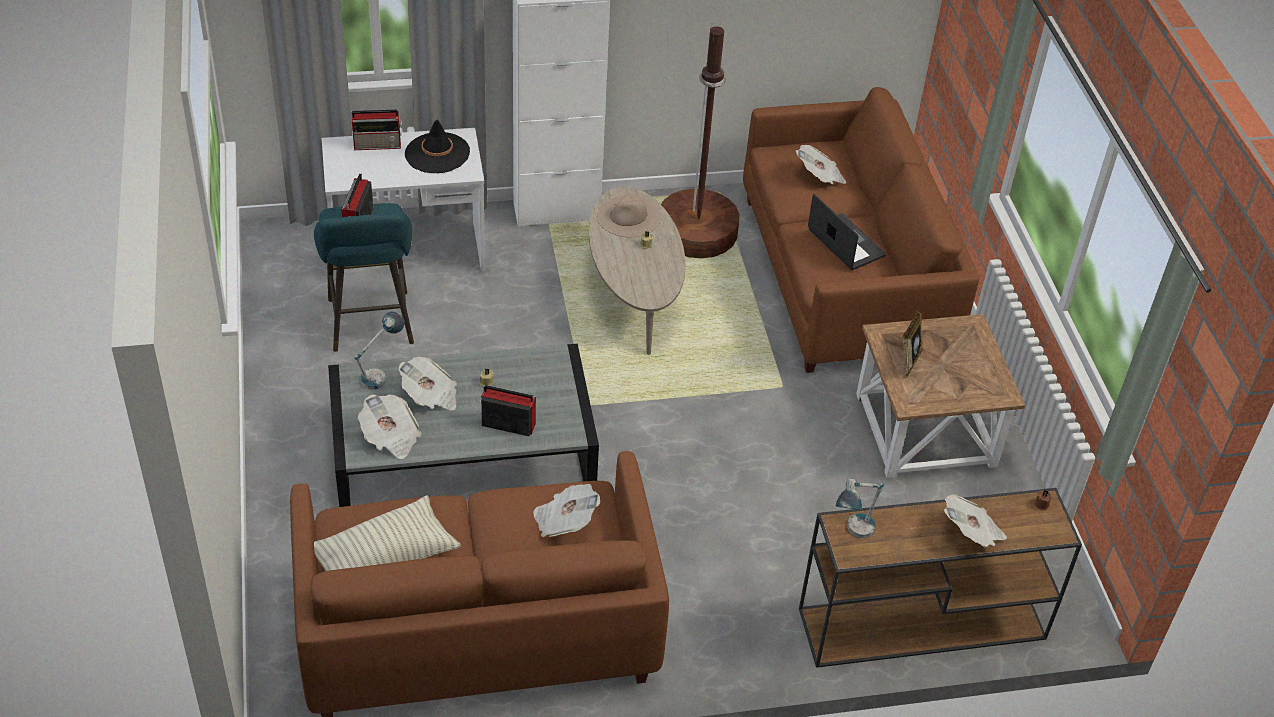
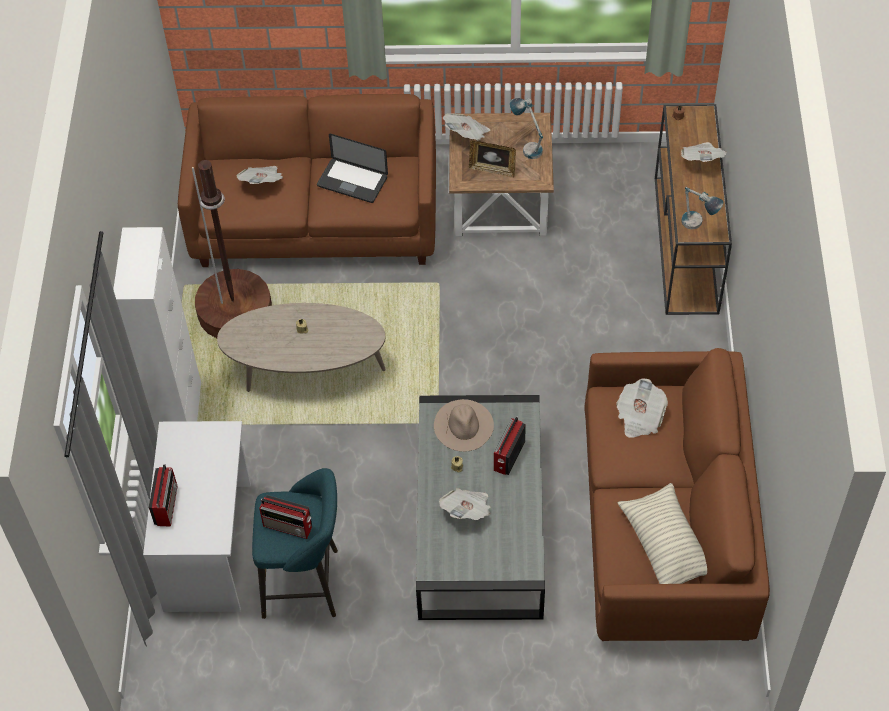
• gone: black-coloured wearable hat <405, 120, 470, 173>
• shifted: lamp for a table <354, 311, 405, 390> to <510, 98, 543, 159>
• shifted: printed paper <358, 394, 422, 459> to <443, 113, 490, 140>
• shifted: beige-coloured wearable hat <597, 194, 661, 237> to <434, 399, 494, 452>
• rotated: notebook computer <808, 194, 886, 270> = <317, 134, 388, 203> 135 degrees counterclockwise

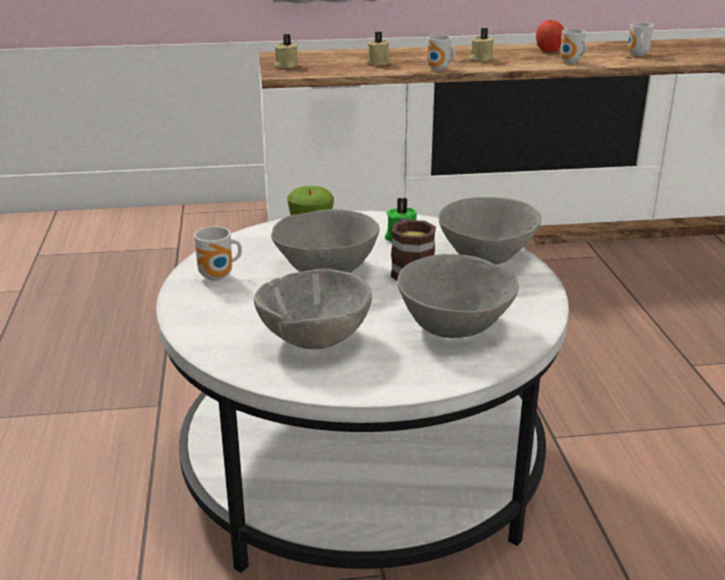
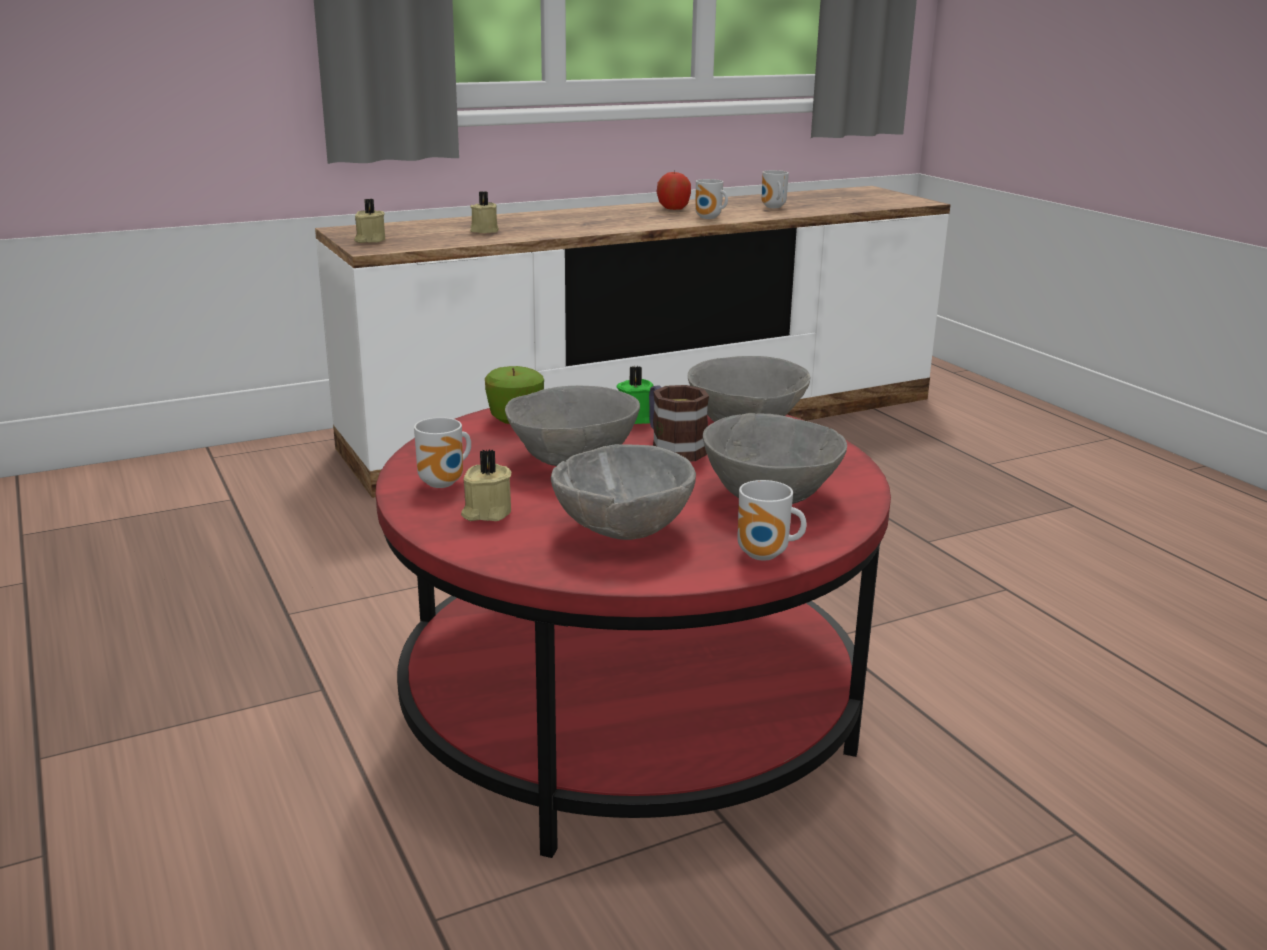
• shifted: coffee mug <427, 35, 455, 71> to <737, 480, 807, 560>
• shifted: beige-coloured wax light <469, 28, 494, 61> to <461, 449, 511, 521>
• repainted: white-coloured lounge table <156, 211, 569, 573> to red lounge table <376, 408, 891, 858>

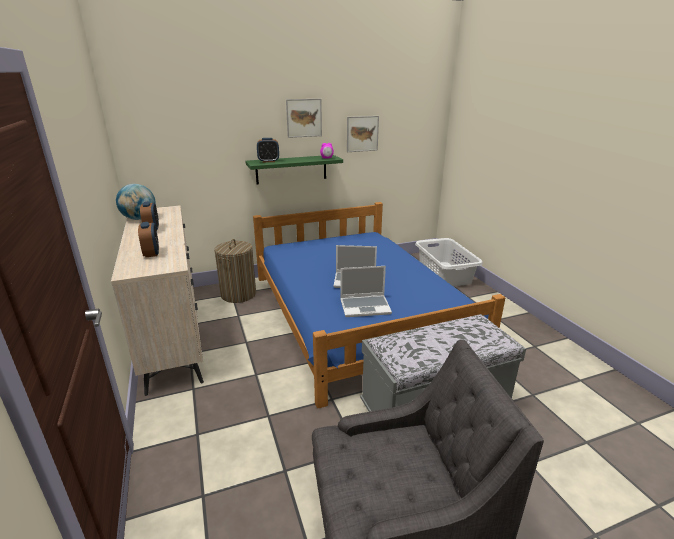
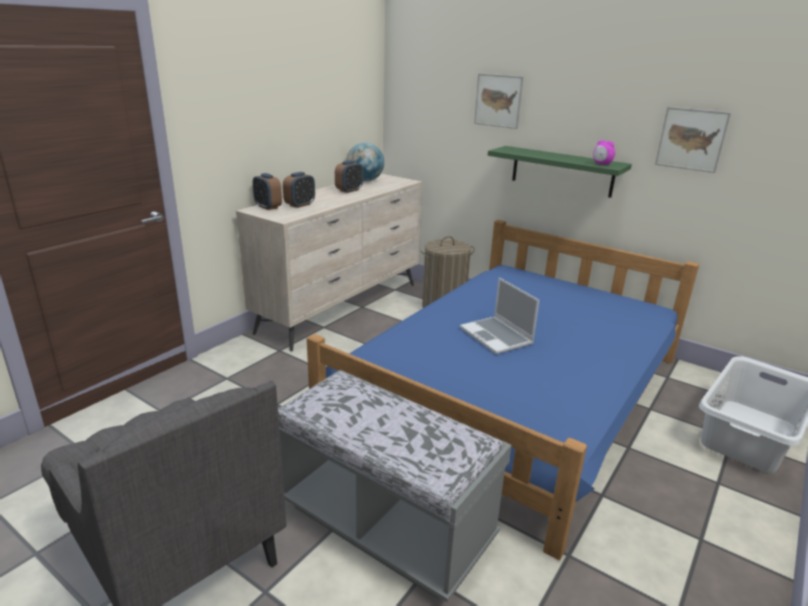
• gone: notebook computer <340, 266, 392, 317>
• shifted: table clock <257, 138, 279, 162> to <253, 173, 282, 210>
• shifted: wall picture <286, 99, 322, 138> to <474, 73, 524, 129>

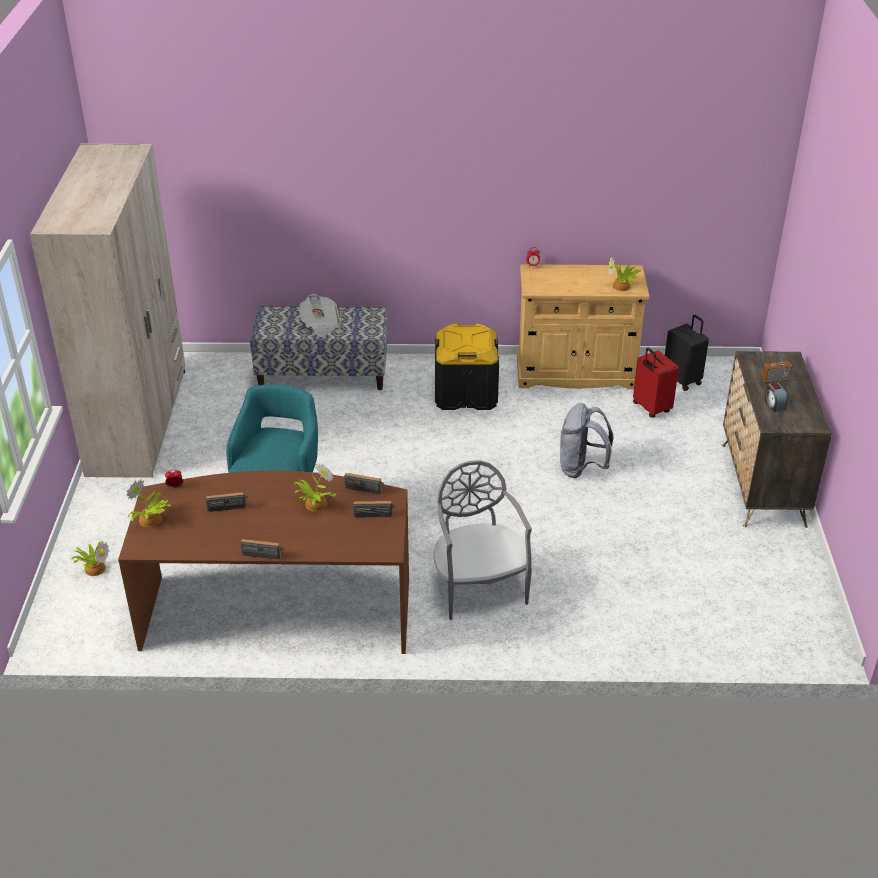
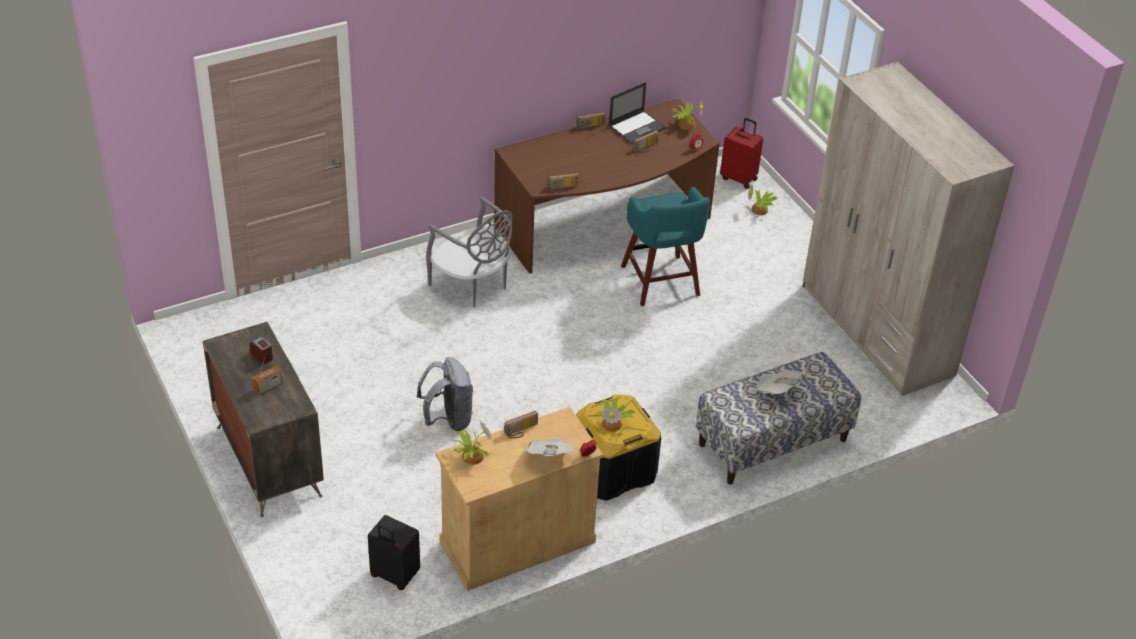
• new: printed paper <525, 437, 576, 456>
• new: notebook computer <608, 82, 666, 144>
• shifted: plant in a pot <294, 464, 336, 512> to <594, 397, 636, 432>
• shifted: radio set <353, 501, 395, 518> to <504, 411, 538, 438>
• shifted: red piece of luggage <633, 348, 679, 418> to <720, 118, 763, 189>

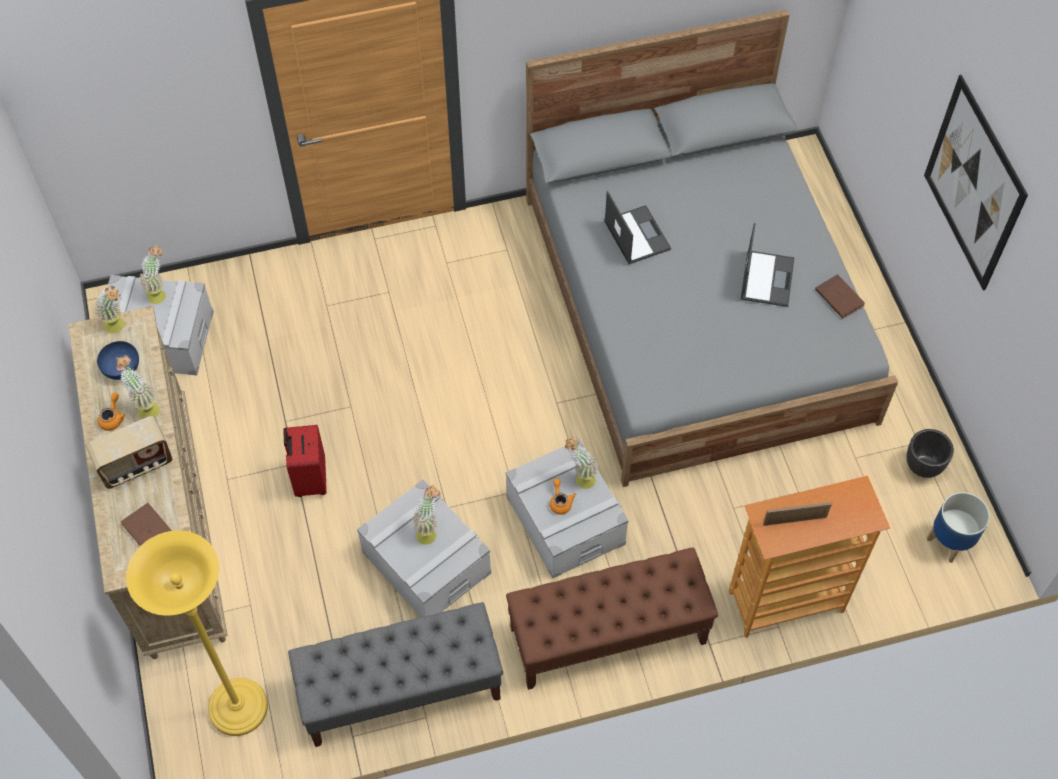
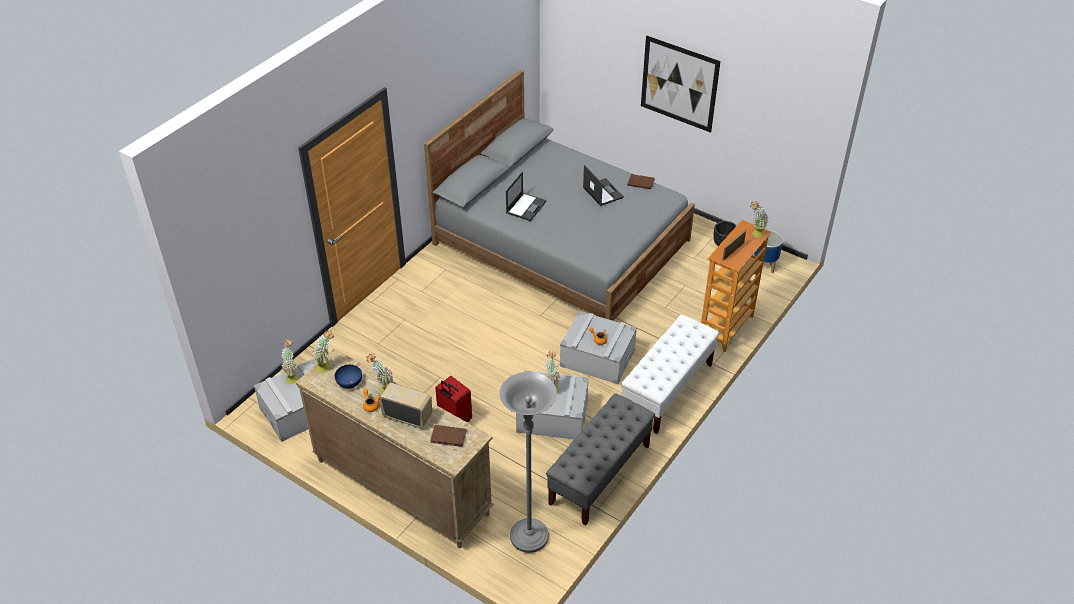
• shifted: plant in a pot <565, 437, 599, 489> to <750, 201, 768, 238>
• repainted: yellowish standing lamp <126, 530, 268, 736> to gray standing lamp <499, 372, 557, 553>
• repainted: brown-coloured long seat <506, 547, 718, 690> to white-coloured long seat <621, 315, 719, 434>
• rotated: radio set <86, 416, 172, 489> = <379, 383, 432, 428> 90 degrees counterclockwise
• rotated: notebook computer <604, 191, 671, 264> = <506, 172, 546, 221> 90 degrees clockwise

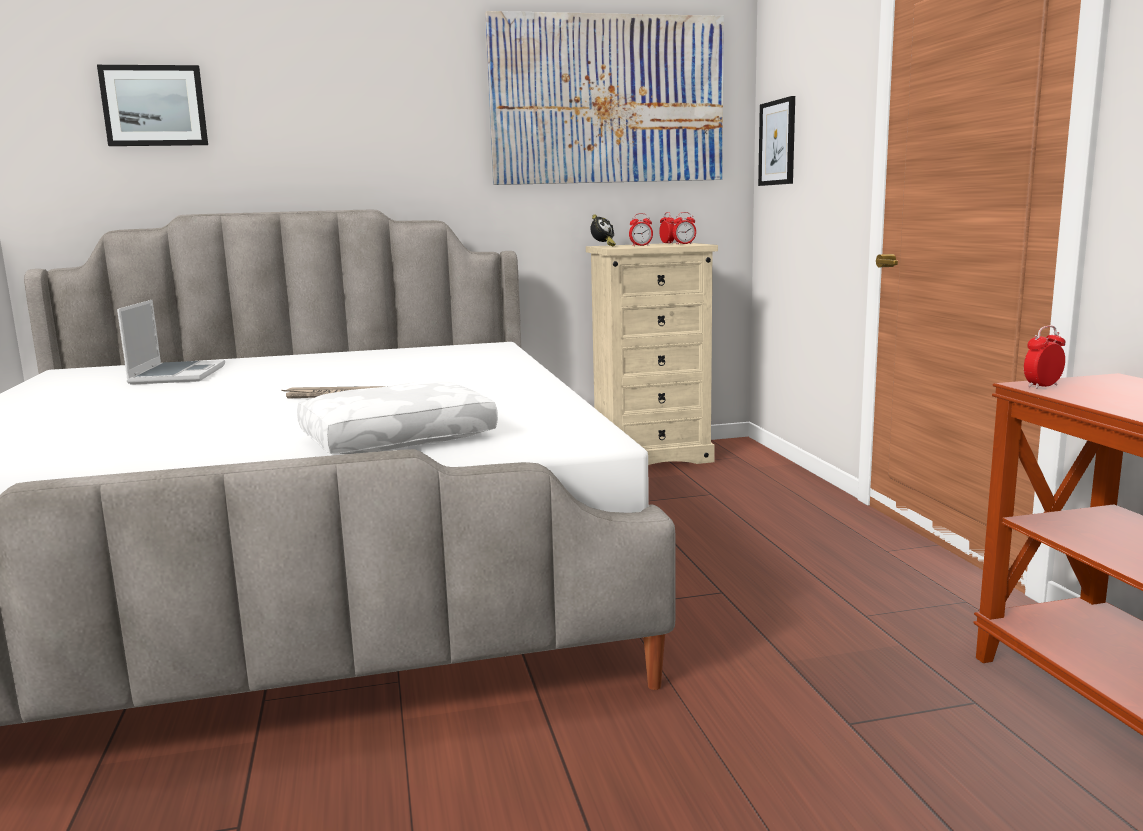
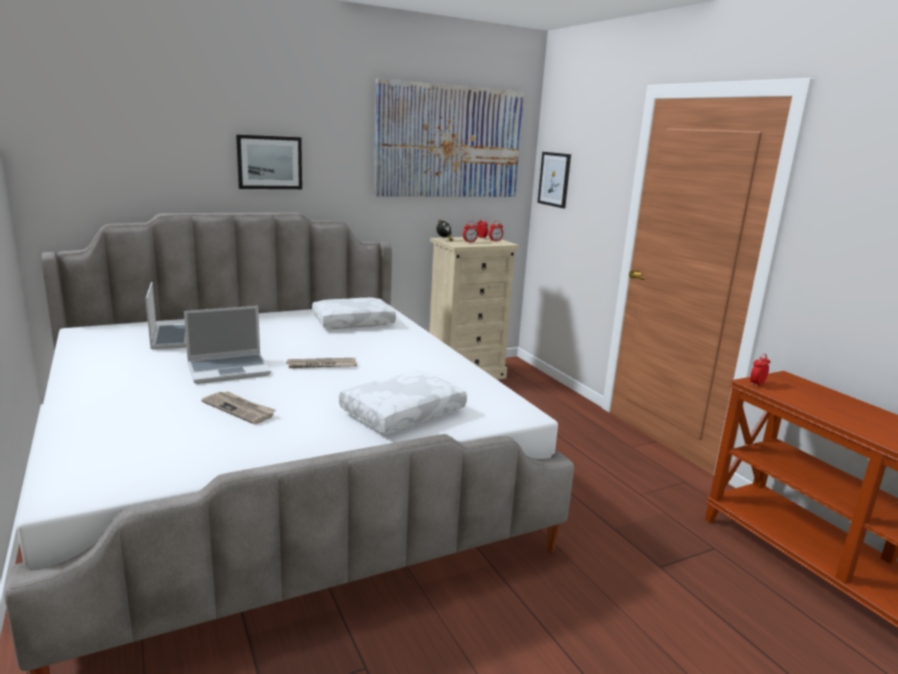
• new: notebook computer <184, 306, 271, 384>
• new: printed paper <201, 391, 276, 424>
• new: white-coloured throw pillow <312, 298, 396, 329>
• shifted: wall picture <97, 65, 208, 146> to <236, 135, 302, 189>

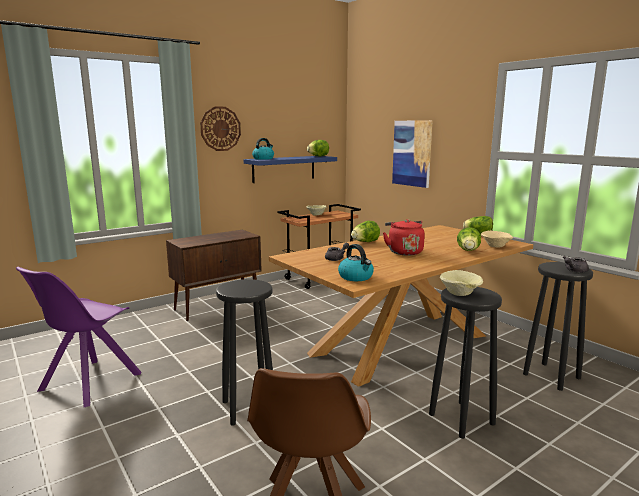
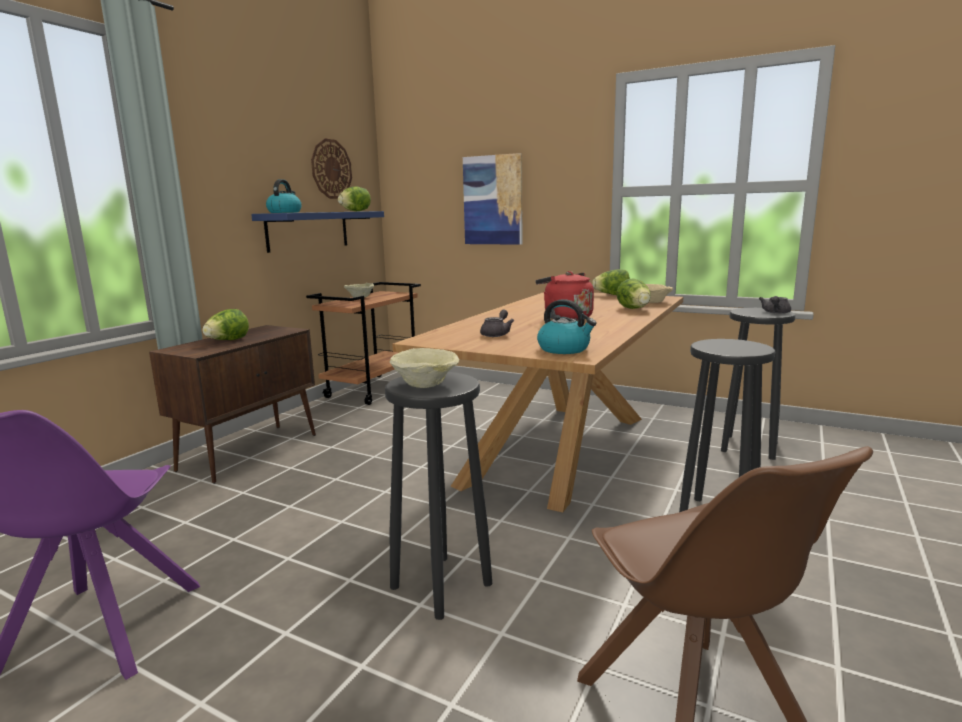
• shifted: wall clock <200, 106, 241, 151> to <311, 139, 352, 199>
• shifted: head of lettuce <351, 221, 380, 242> to <202, 309, 249, 340>
• shifted: beige-coloured deep dish <440, 270, 483, 296> to <390, 348, 459, 388>

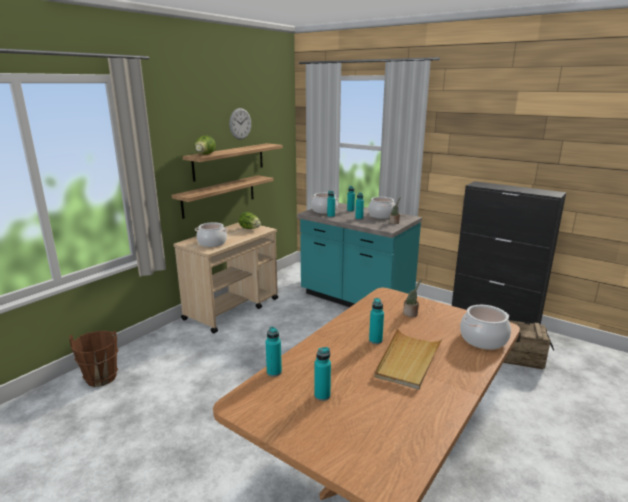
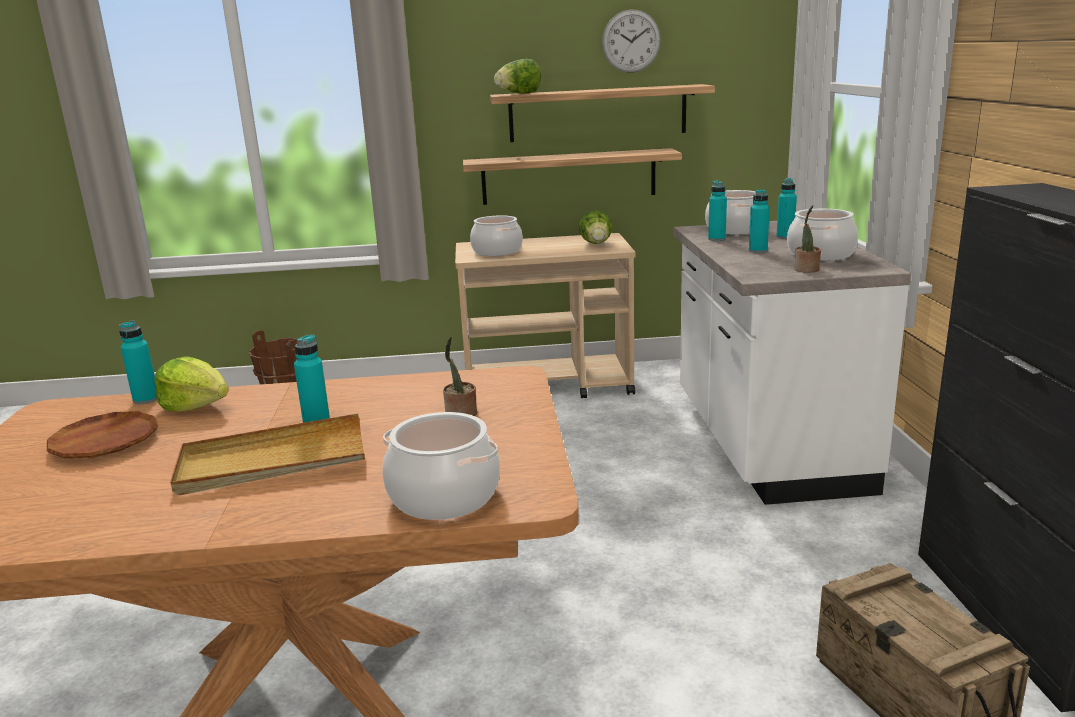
• new: head of lettuce <154, 356, 229, 412>
• swapped: turquoise-coloured bottle <314, 347, 331, 401> to brown-coloured dinner plate <47, 411, 158, 458>
• repainted: turquoise-coloured counter <297, 203, 422, 307> to white-coloured counter <674, 221, 911, 505>

